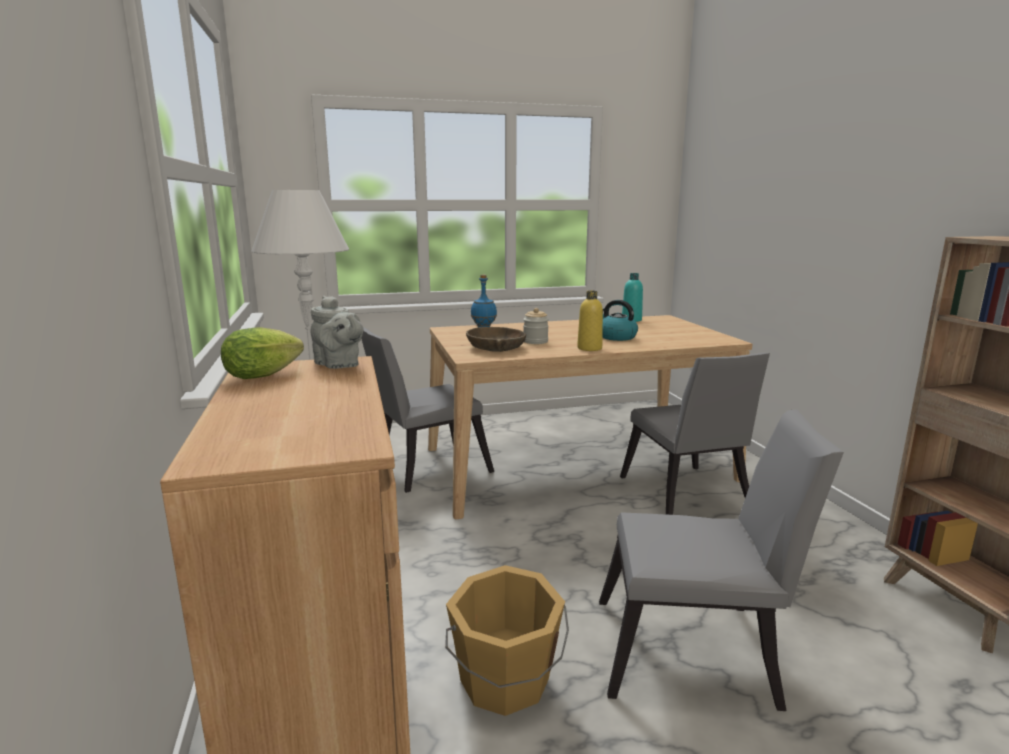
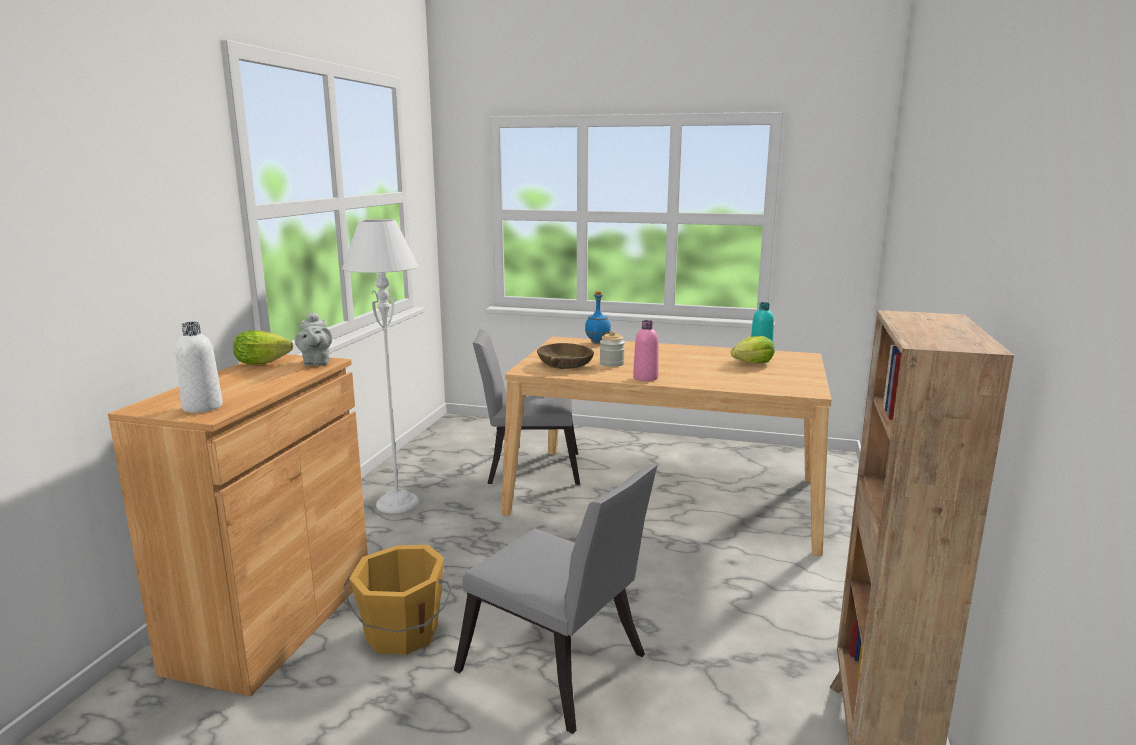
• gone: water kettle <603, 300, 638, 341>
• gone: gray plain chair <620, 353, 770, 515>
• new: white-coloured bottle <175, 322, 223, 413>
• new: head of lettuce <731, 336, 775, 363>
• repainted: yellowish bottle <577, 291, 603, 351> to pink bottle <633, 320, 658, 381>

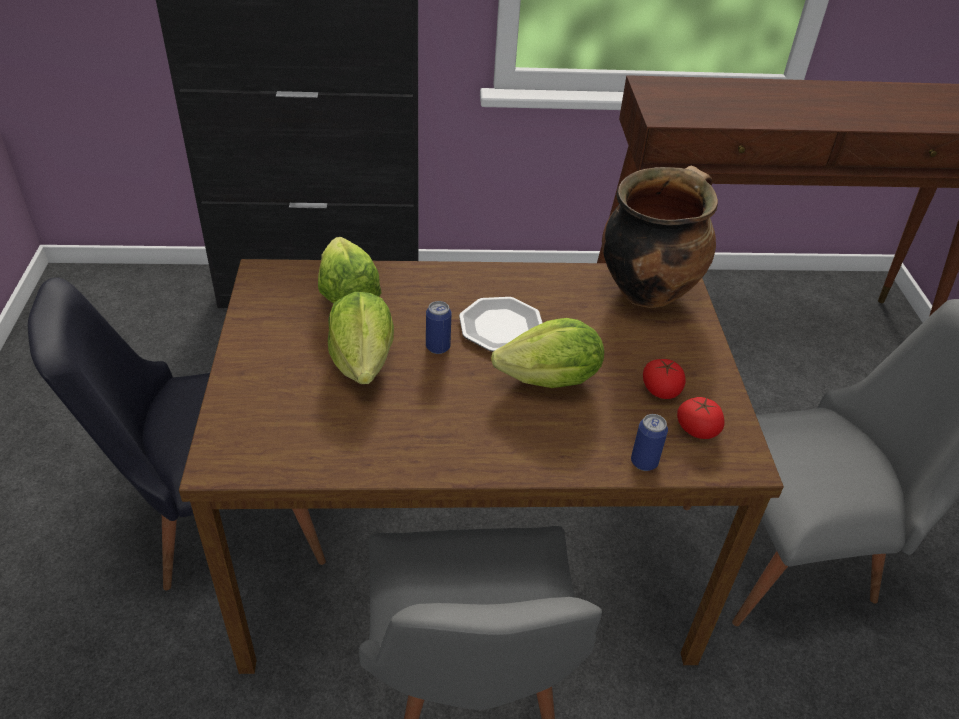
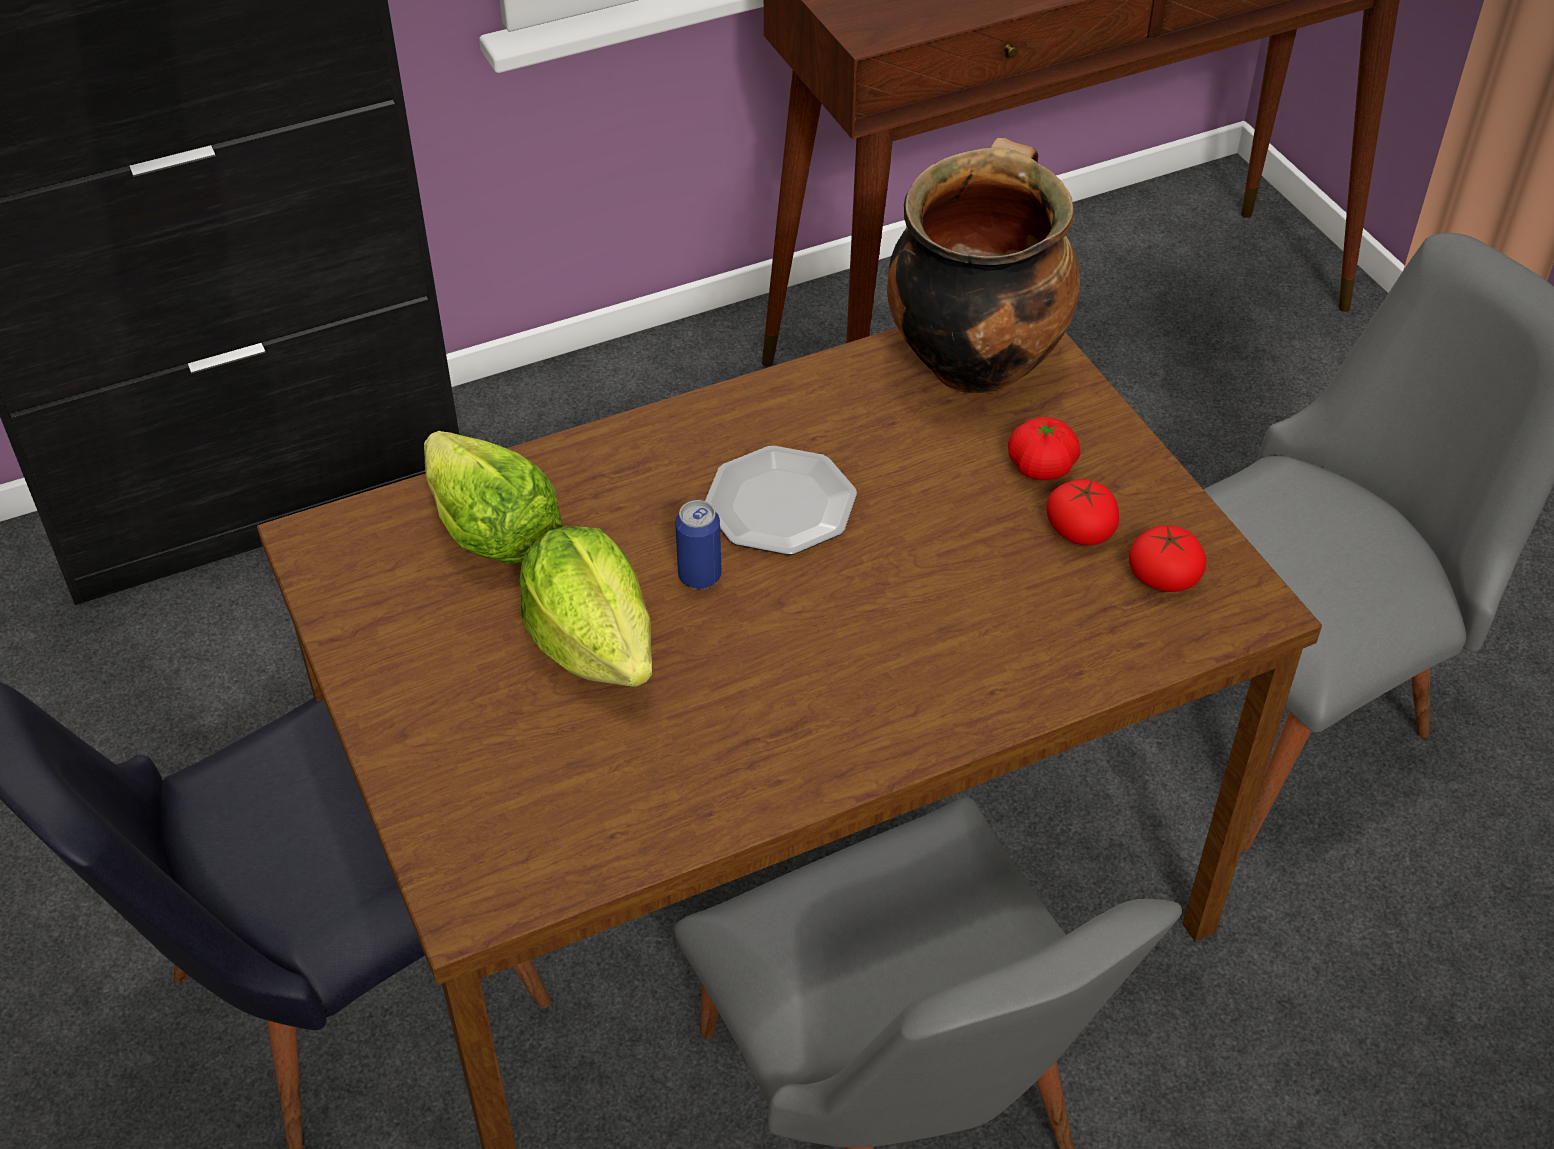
• gone: head of lettuce <491, 318, 604, 388>
• gone: can <631, 414, 668, 471>
• new: whole tomato <1008, 417, 1080, 480>

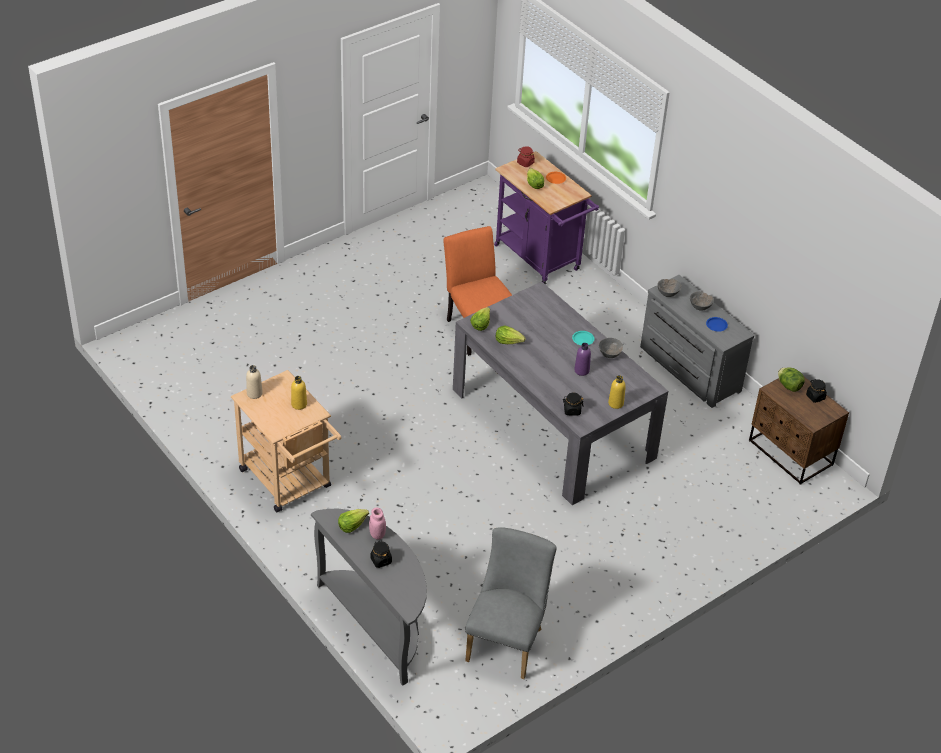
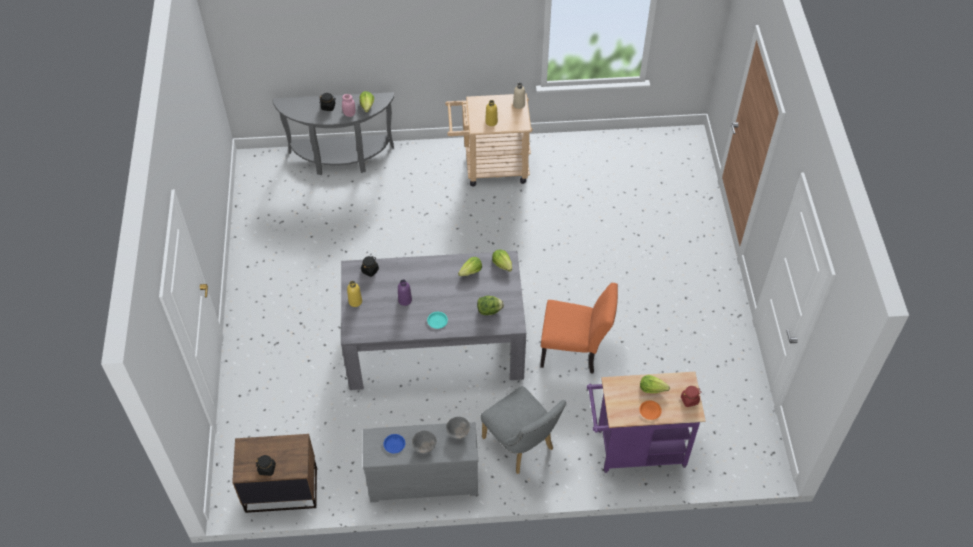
• gone: gray deep dish <599, 338, 623, 358>
• shifted: gray plain chair <465, 527, 557, 679> to <480, 386, 566, 474>
• shifted: head of lettuce <778, 367, 805, 392> to <477, 296, 504, 315>

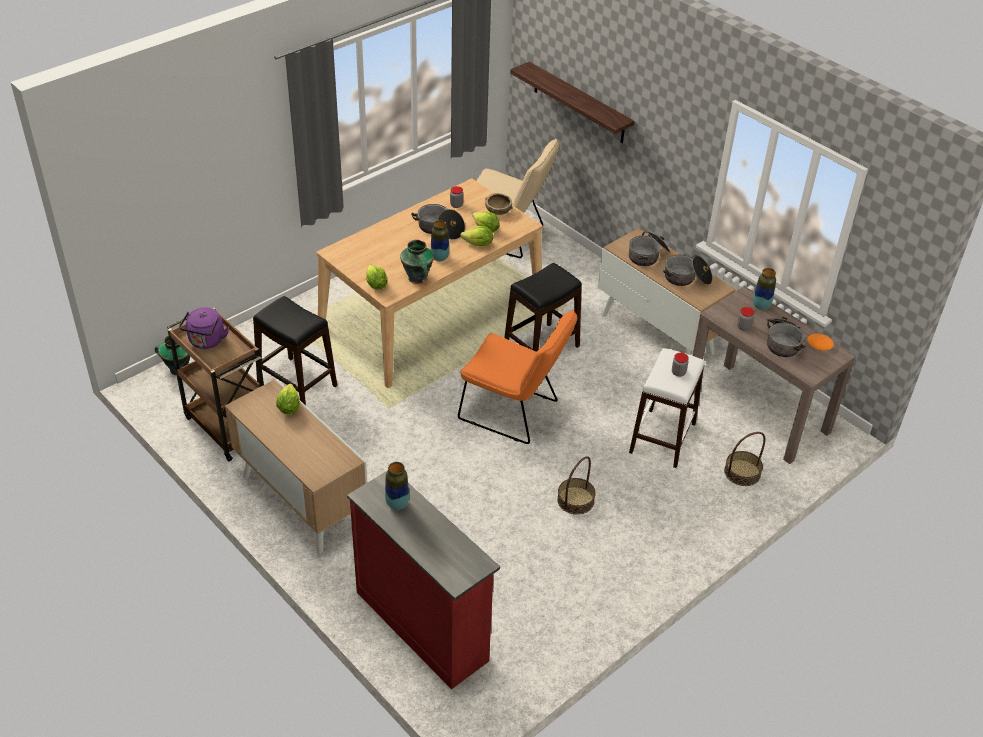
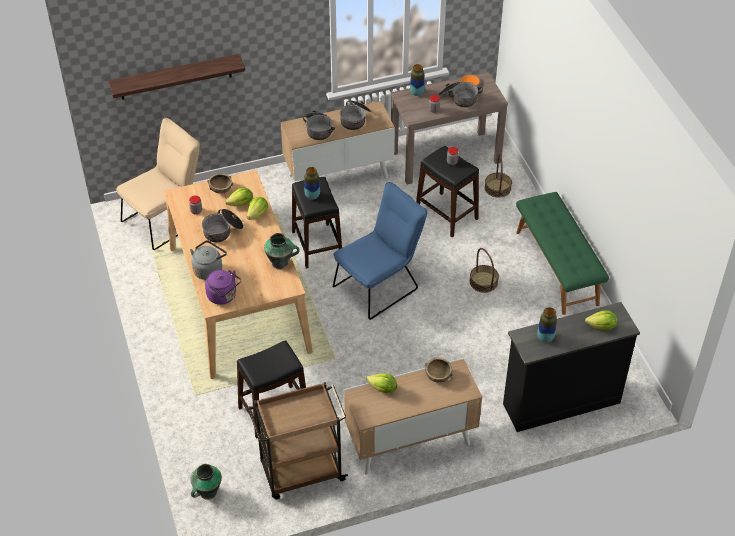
• new: gray water kettle <190, 240, 227, 280>
• new: brown-coloured deep dish <425, 358, 453, 382>
• new: green-coloured long seat <516, 192, 609, 315>
• shifted: purple water kettle <179, 307, 229, 349> to <205, 270, 241, 305>
• shifted: head of lettuce <366, 264, 388, 290> to <585, 310, 617, 330>
• shifted: vase <431, 220, 449, 261> to <304, 167, 320, 200>
• repainted: red chest of drawers <347, 470, 500, 690> to black-coloured chest of drawers <503, 302, 640, 432>
• repainted: orange plain chair <458, 309, 577, 444> to bluish plain chair <333, 182, 427, 320>
• repainted: white-coloured stool seat <629, 348, 705, 468> to black-coloured stool seat <416, 146, 479, 237>

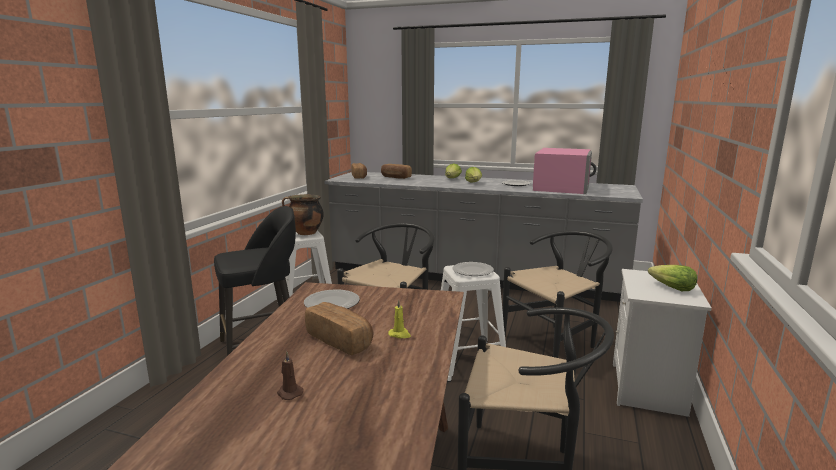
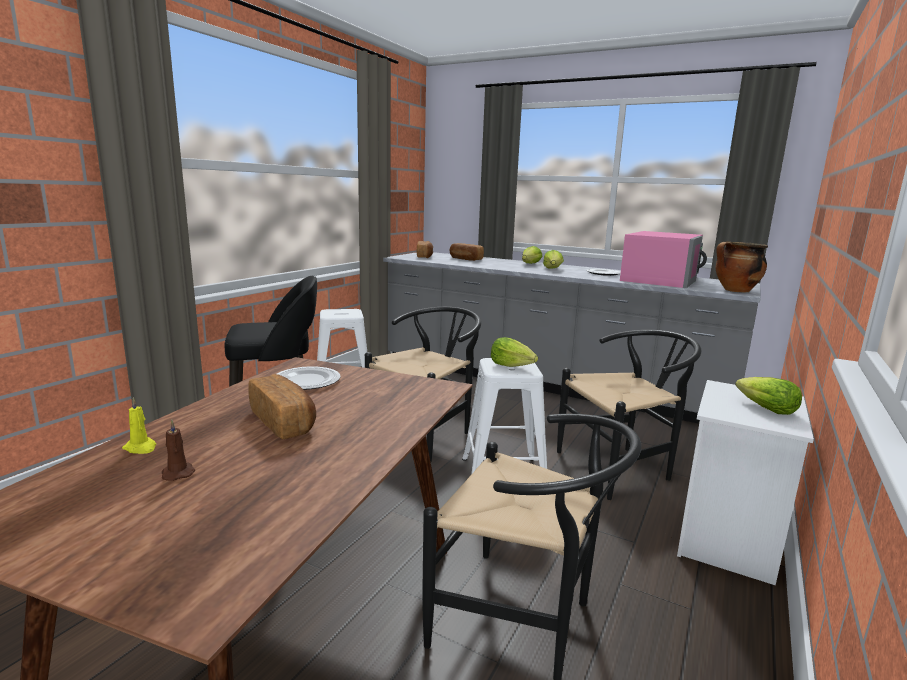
• shifted: stockpot <282, 194, 324, 235> to <716, 241, 768, 292>
• shifted: yellowish wax light <388, 300, 411, 338> to <122, 397, 156, 454>
• swapped: dinner plate <452, 262, 494, 276> to head of lettuce <491, 337, 538, 367>

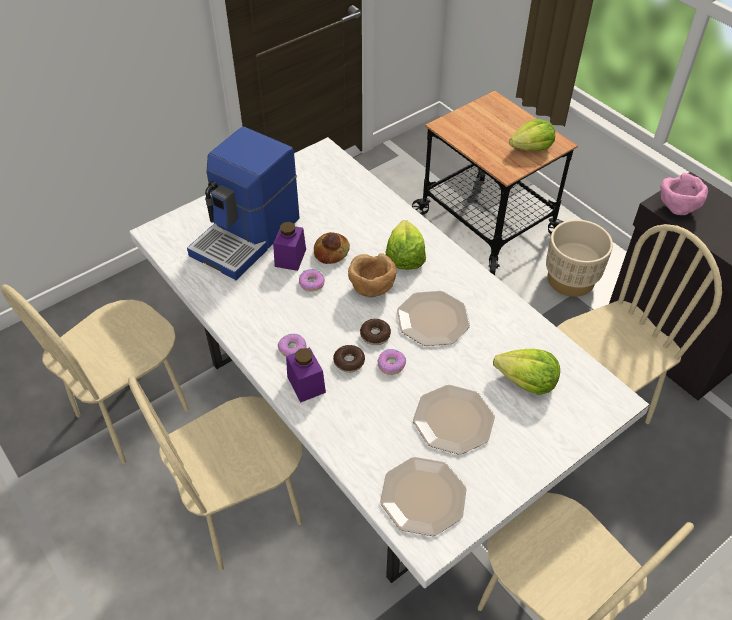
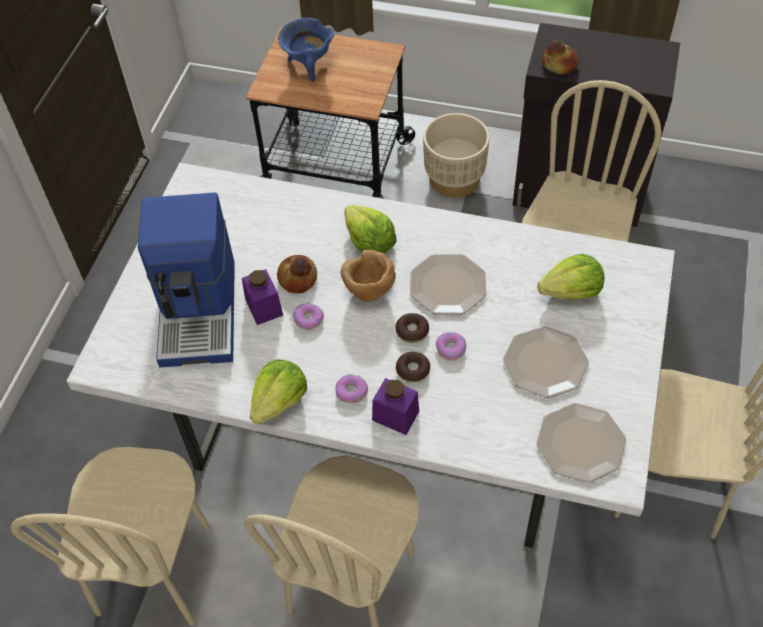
• new: bluish stockpot <278, 18, 334, 82>
• shifted: head of lettuce <509, 119, 555, 151> to <250, 359, 307, 425>
• swapped: pink deep dish <660, 173, 708, 215> to bakery bread <542, 39, 579, 74>

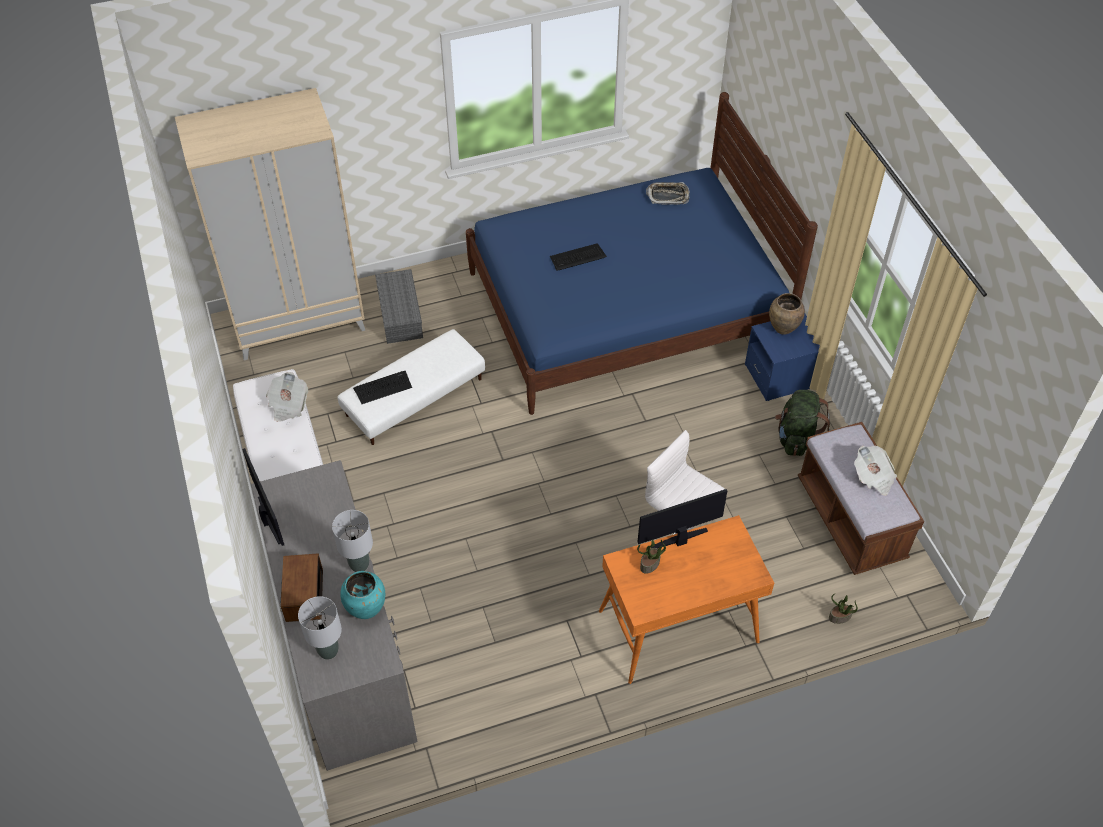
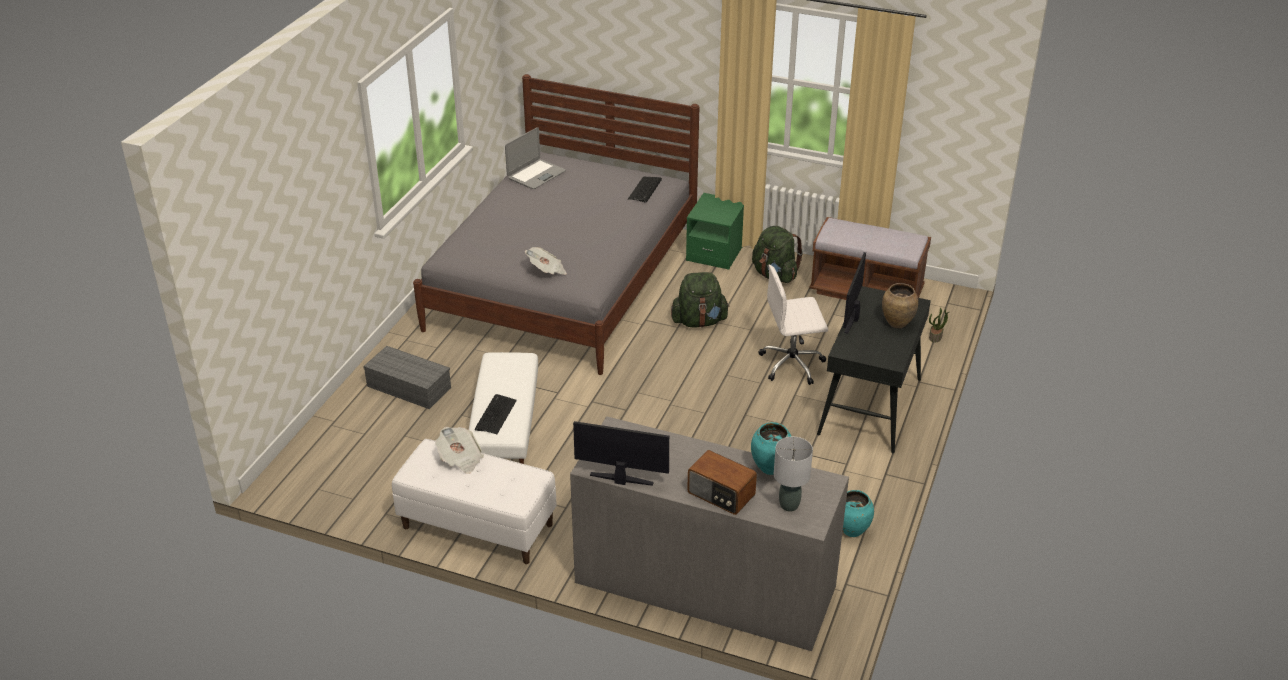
• gone: beige-coloured wardrobe <175, 88, 365, 360>
• gone: gray lamp for a table <332, 510, 373, 572>
• gone: plant in a pot <637, 540, 666, 574>
• new: green-coloured knapsack <671, 272, 730, 328>
• new: turquoise-coloured vase <843, 490, 874, 537>
• shifted: PC keyboard <550, 243, 607, 271> to <628, 177, 662, 203>
• shifted: brown-coloured vase <769, 293, 805, 335> to <882, 283, 919, 328>
• shifted: printed paper <854, 446, 897, 496> to <525, 247, 567, 275>
• swapped: tray <646, 182, 690, 205> to notebook computer <505, 127, 566, 189>
• repainted: bluish bedroom bed <466, 92, 818, 415> to gray bedroom bed <413, 74, 699, 375>
• repainted: orange desk <599, 515, 774, 684> to black-coloured desk <817, 286, 931, 453>
• repainted: bluish nightstand <745, 314, 820, 401> to green-coloured nightstand <686, 193, 744, 270>

